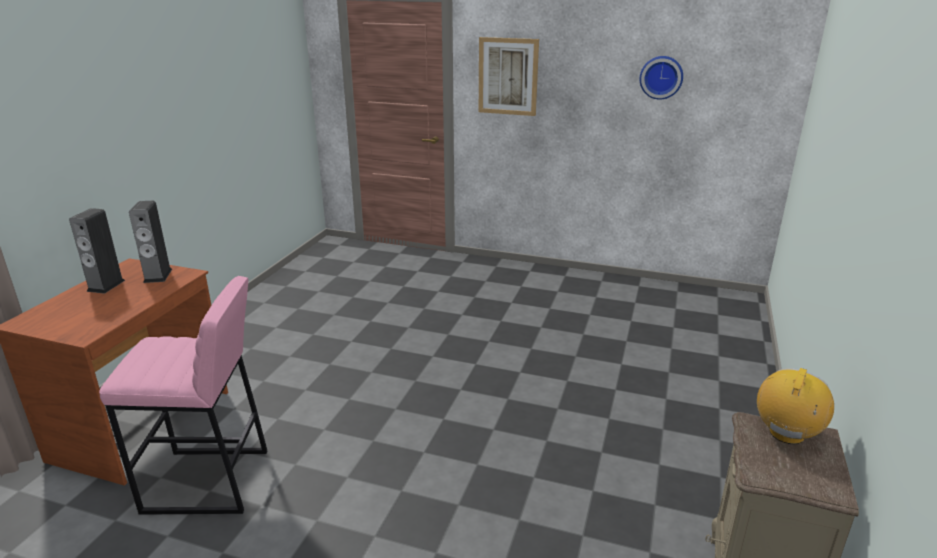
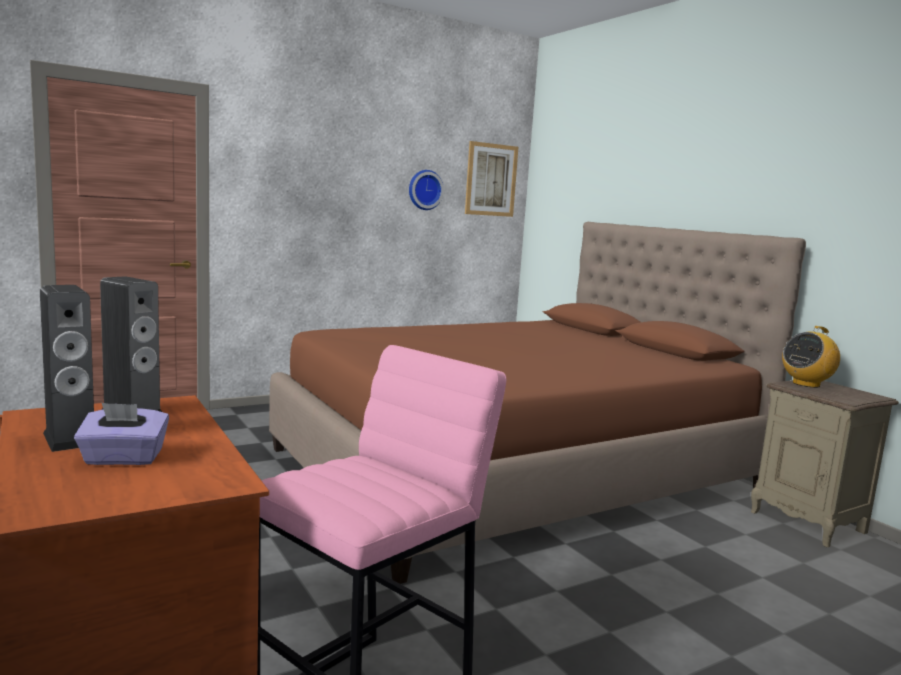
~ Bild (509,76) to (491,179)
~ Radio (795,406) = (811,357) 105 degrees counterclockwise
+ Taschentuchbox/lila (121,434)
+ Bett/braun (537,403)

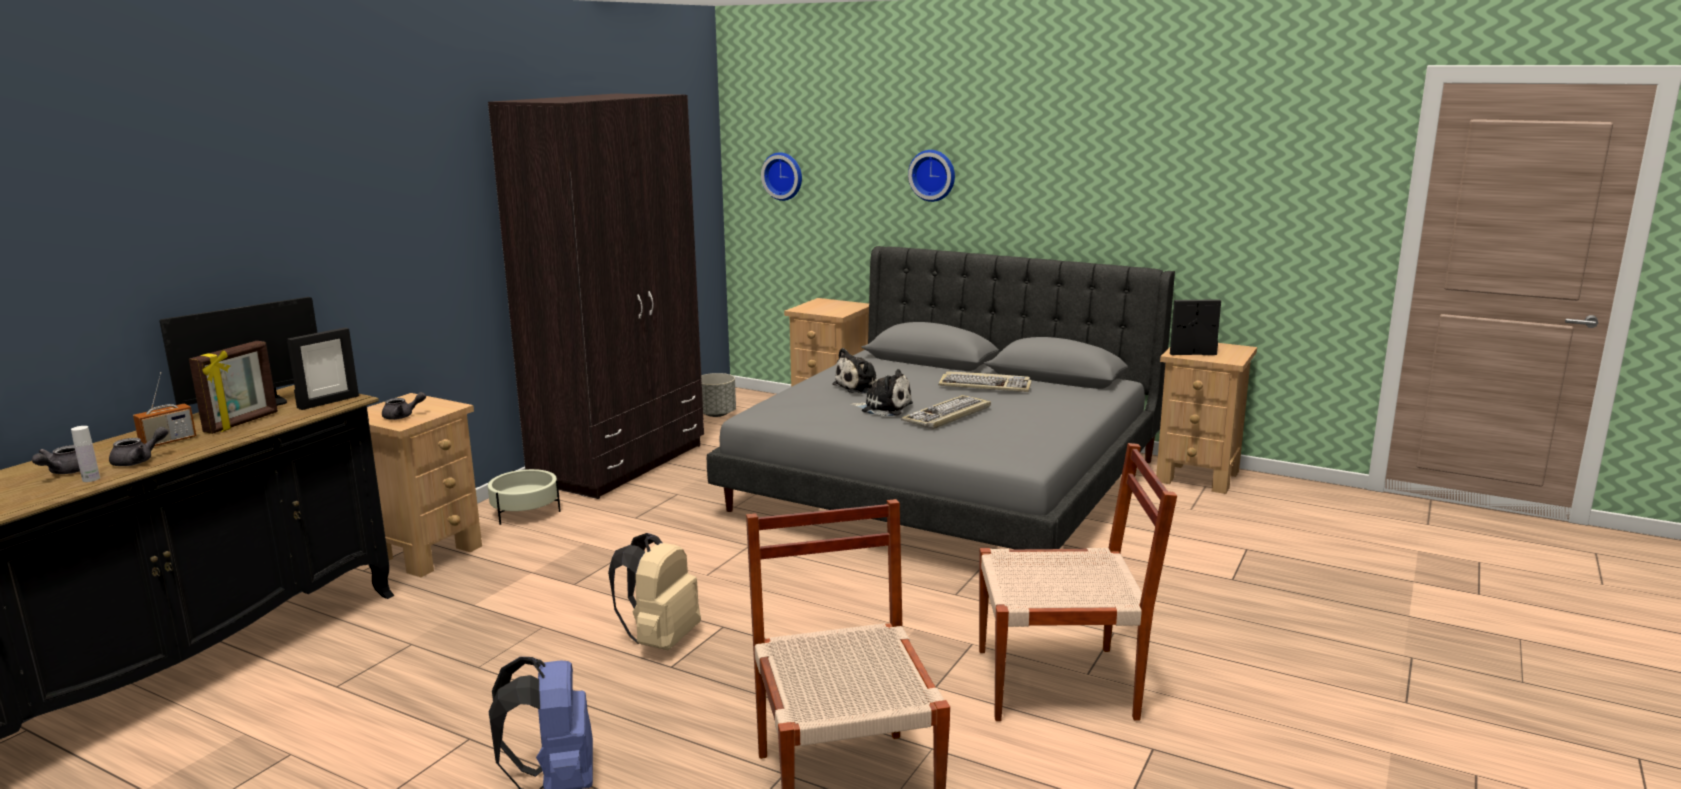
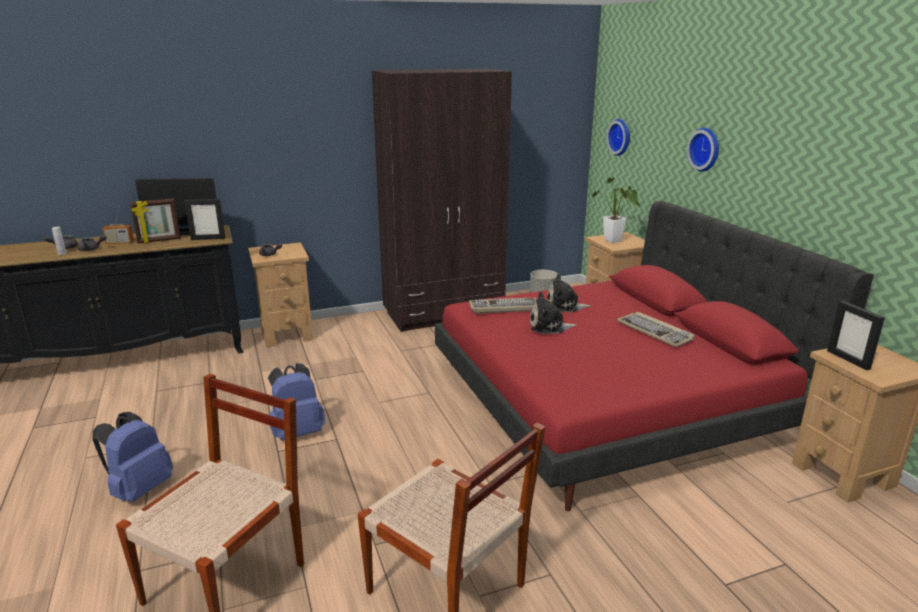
- Pflanzkübel/beige (524,497)
~ Rucksack/beige (654,591) to Rucksack/blau (296,402)
~ Bett/grau (941,397) to Bett/rot (654,356)
~ Plüschtier (882,392) = (553,313) 120 degrees clockwise
~ Tastatur (946,412) to (503,306)
~ Bilderrahmen (1195,327) = (856,335) 150 degrees counterclockwise
+ Topfpflanze (616,210)

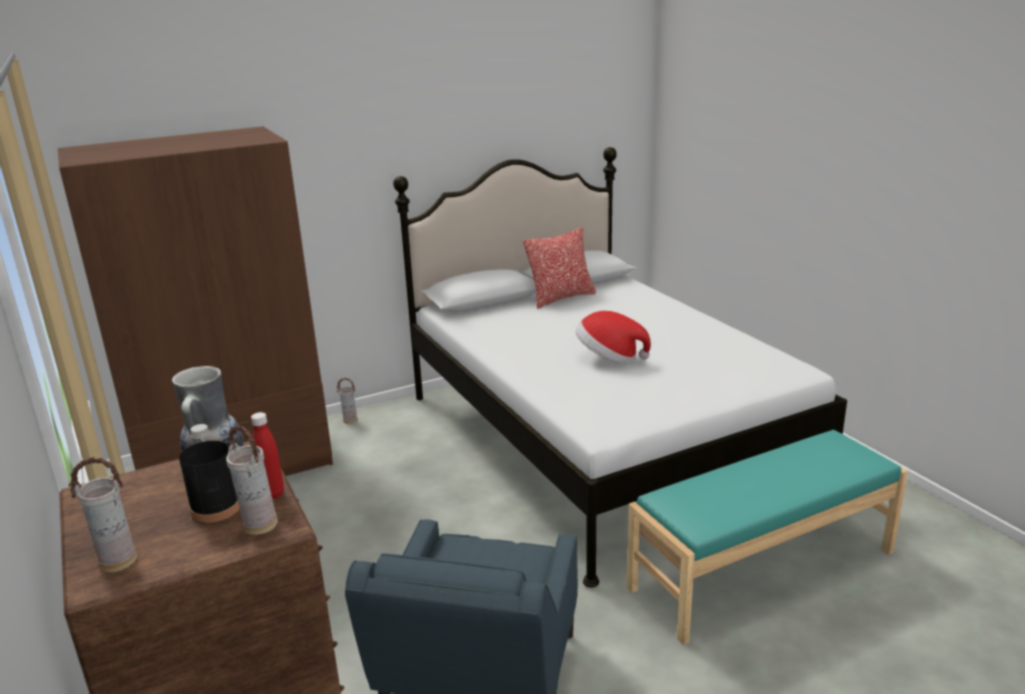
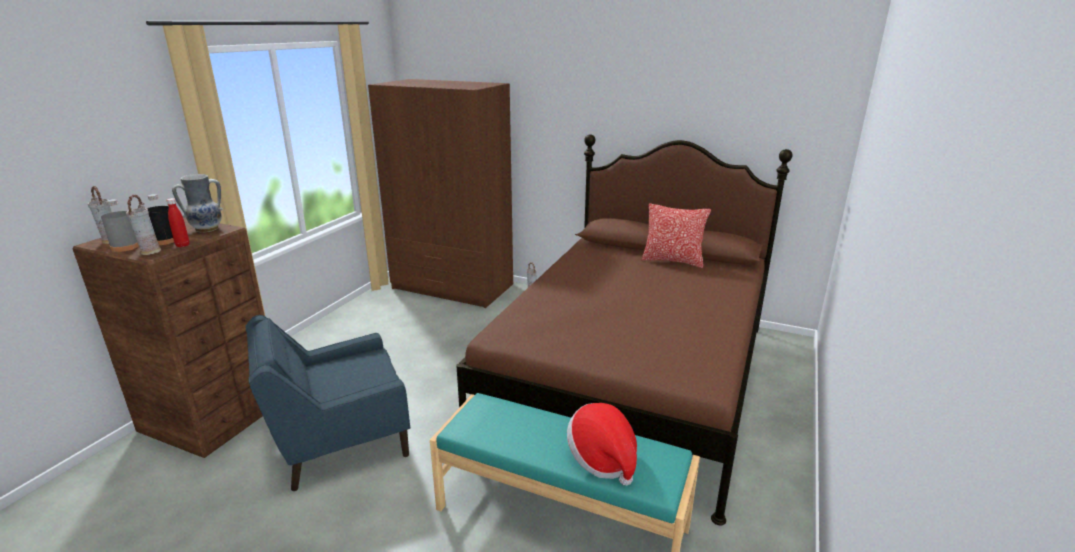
~ Bett/weiß (620,367) to Bett/braun (624,330)
~ Hut (613,337) to (602,444)
+ Flasche/grau (120,225)

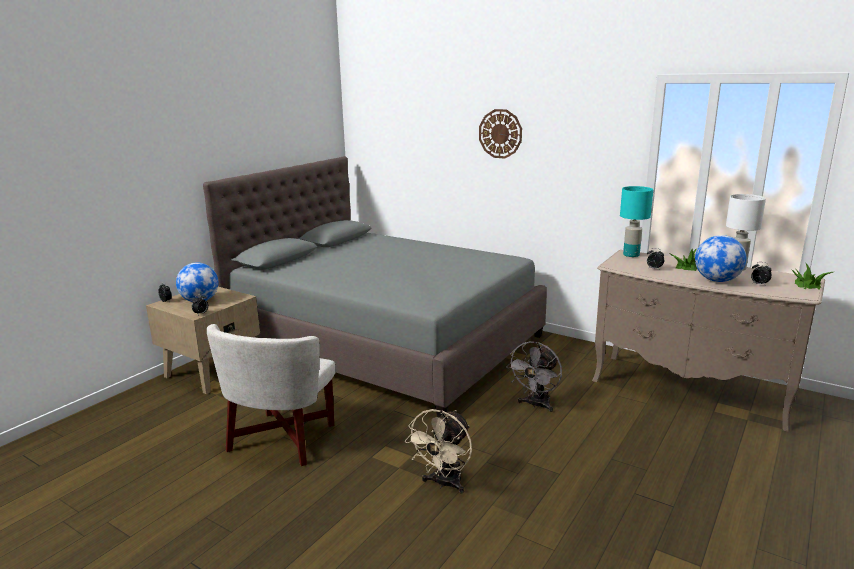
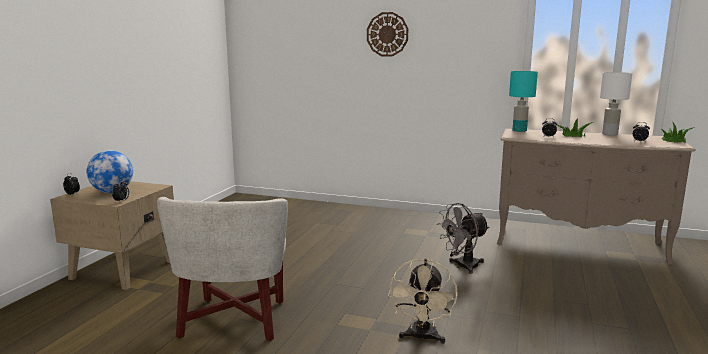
- Bett/grau (375,287)
~ Ventilator/grau (534,376) = (463,238) 45 degrees clockwise
- Globus (720,258)

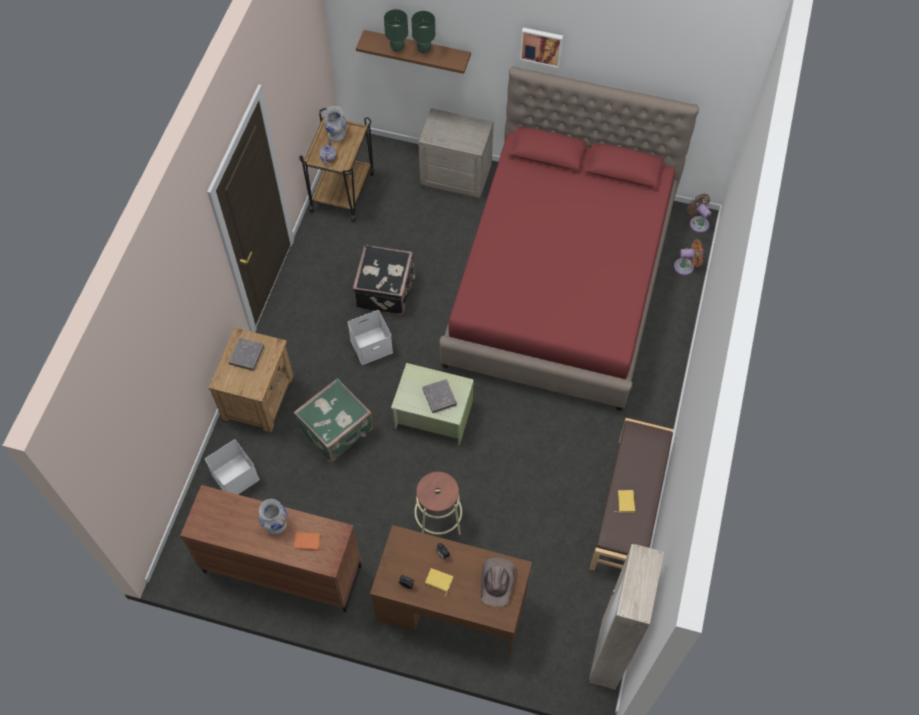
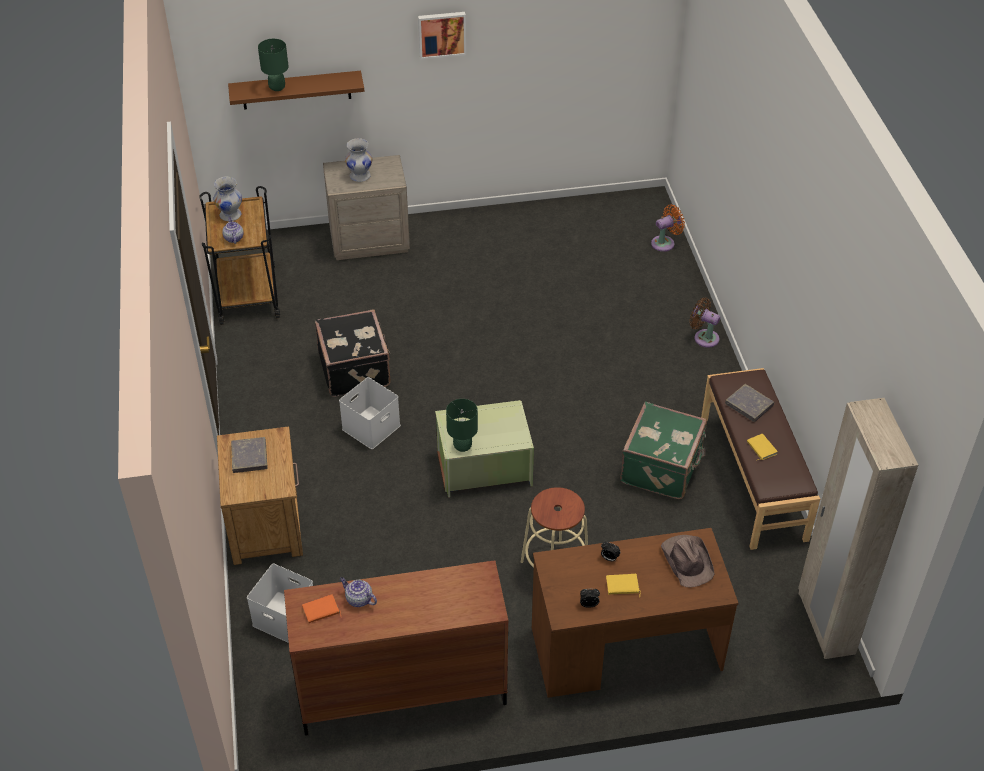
~ Vase/weiß (273,516) to (358,160)
~ Koffer/grün (333,420) to (663,450)
~ Buch/orange (307,544) to (322,608)
~ Tischlampe/grün (423,32) to (462,425)
~ Buch/grau (439,396) to (749,403)
- Bett/rot (569,238)
~ Ventilator/braun (699,213) to (705,322)
+ Teekanne (358,592)

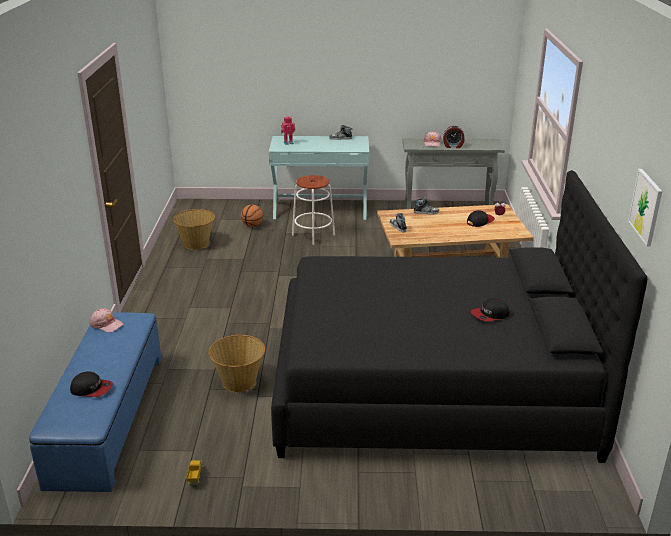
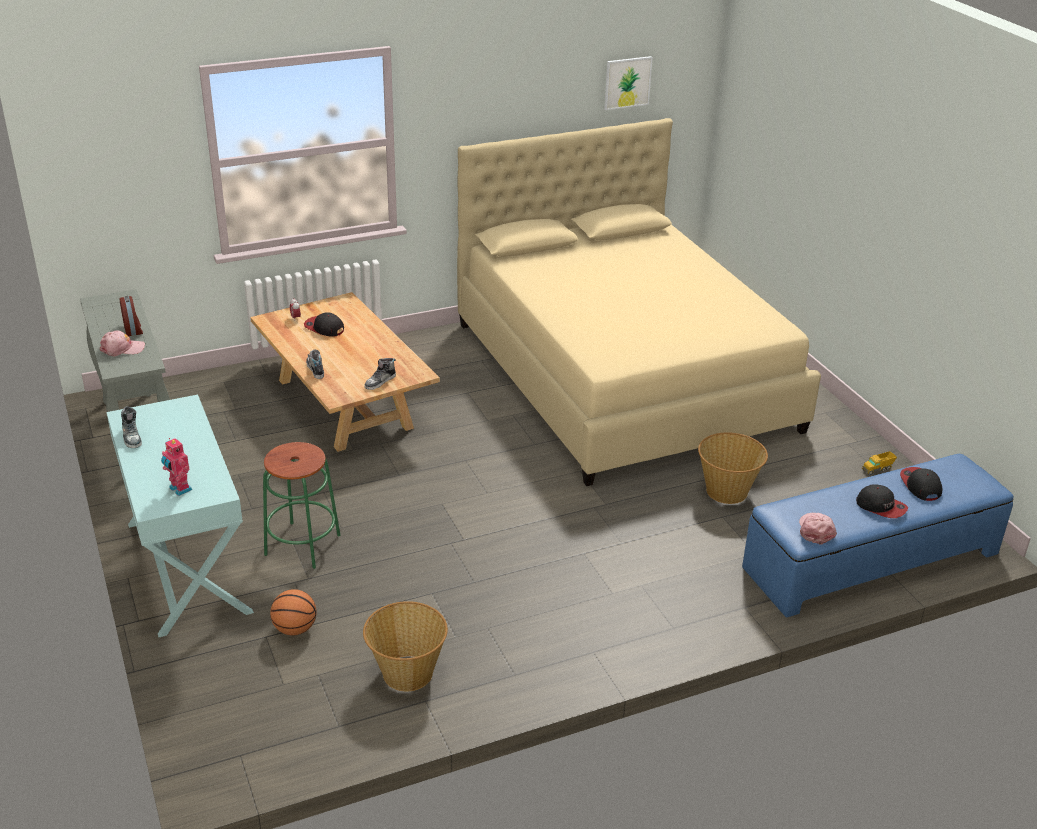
~ Bett/schwarz (459,316) to Bett/beige (639,302)
~ Hocker/weiß (313,210) to Hocker/grün (302,505)
~ Kappe (490,309) to (882,501)

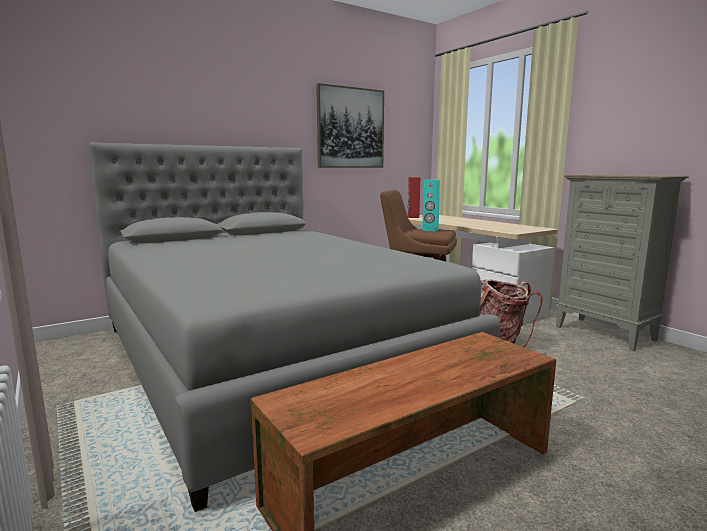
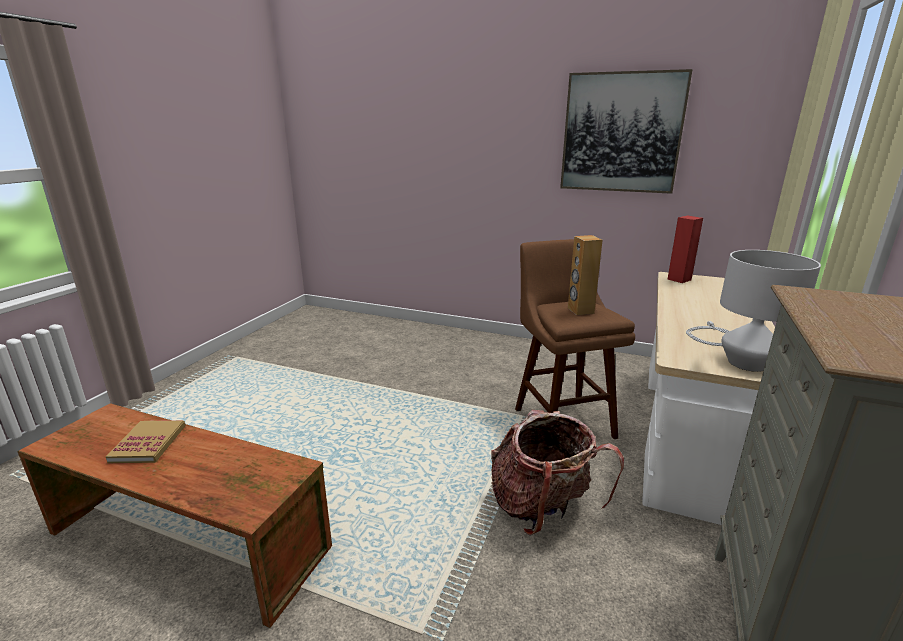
- Bett/grau (294,327)
~ Lautsprecher/türkis (431,205) to Lautsprecher/braun (585,275)
+ Buch (146,441)
+ Tischlampe/grau (753,311)

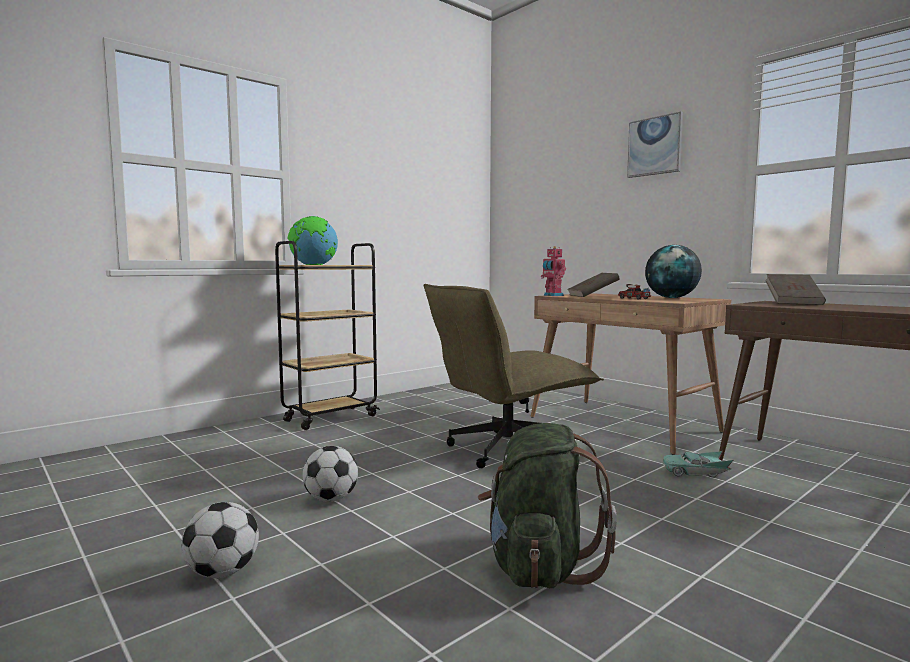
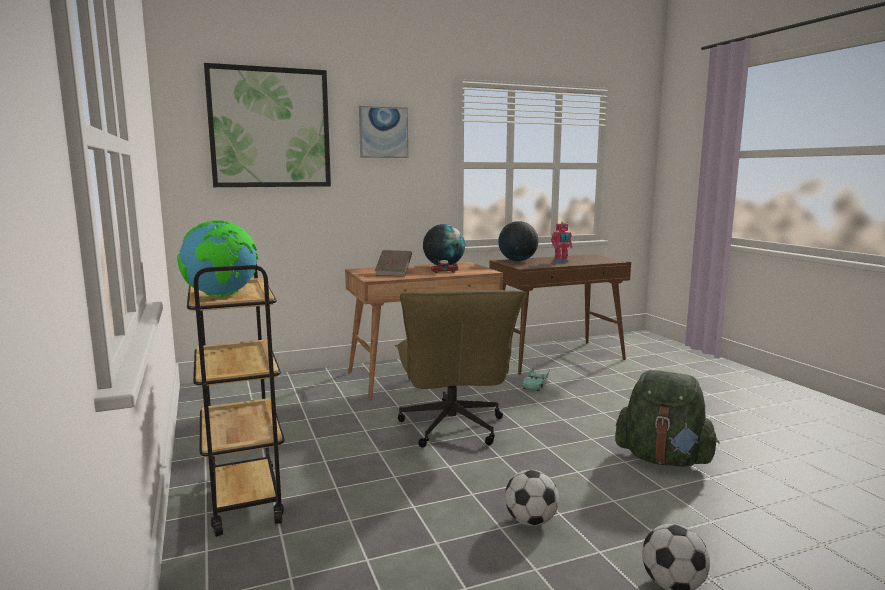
~ Spielzeugroboter (553,271) to (562,242)
~ Buch/braun (796,289) to Globus (518,241)
+ Bild (267,125)

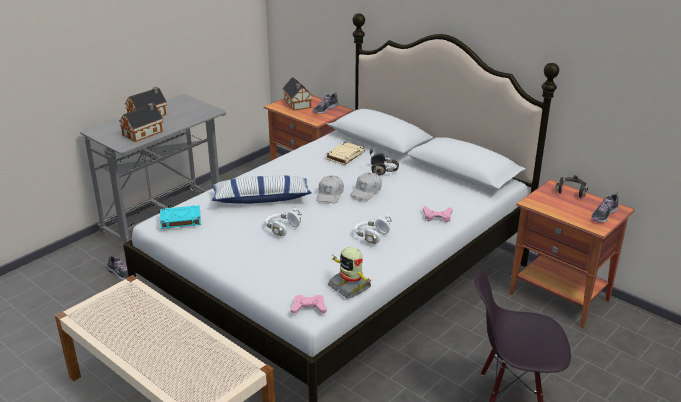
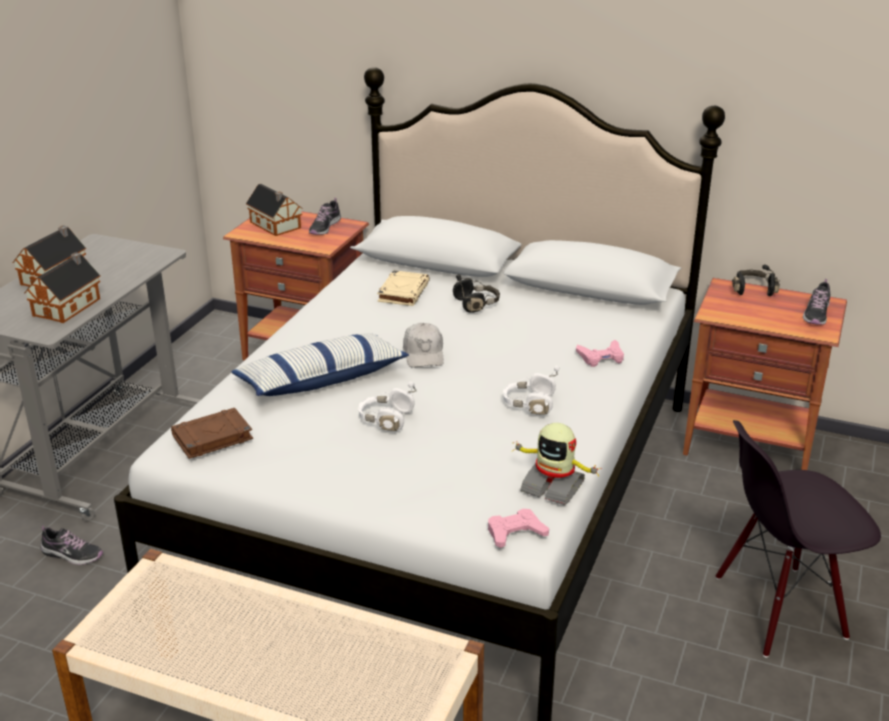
~ Buch/türkis (180,217) to Buch/braun (212,433)
- Kappe/weiß (366,186)

